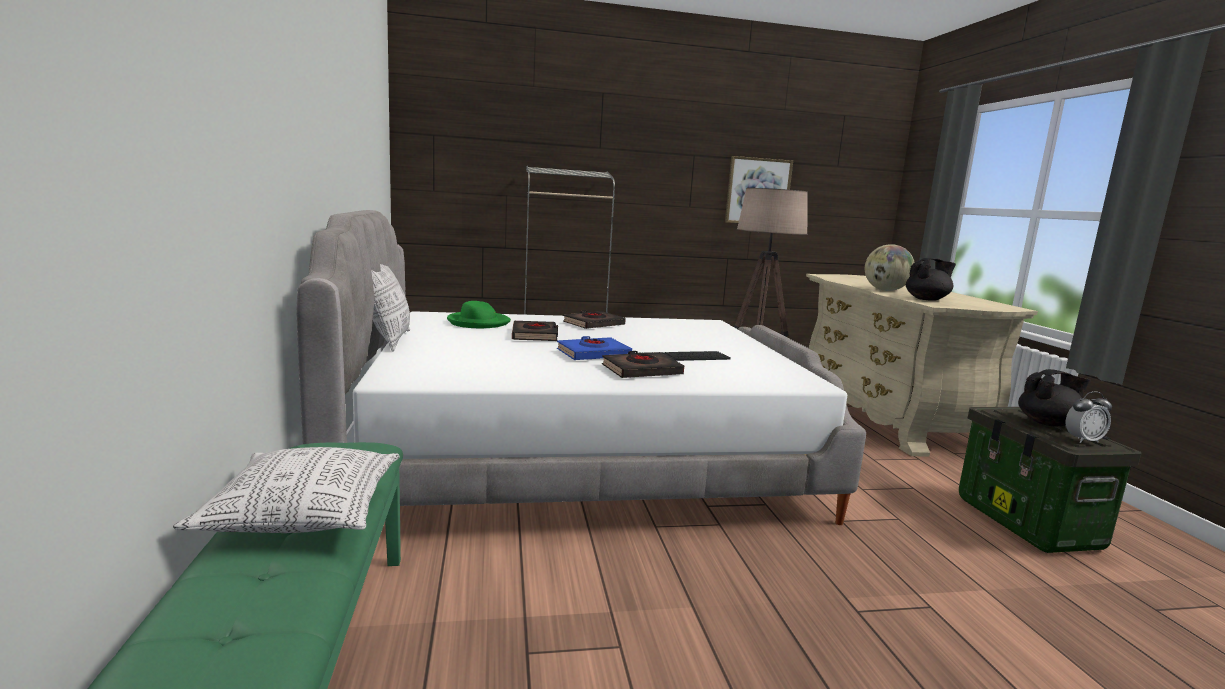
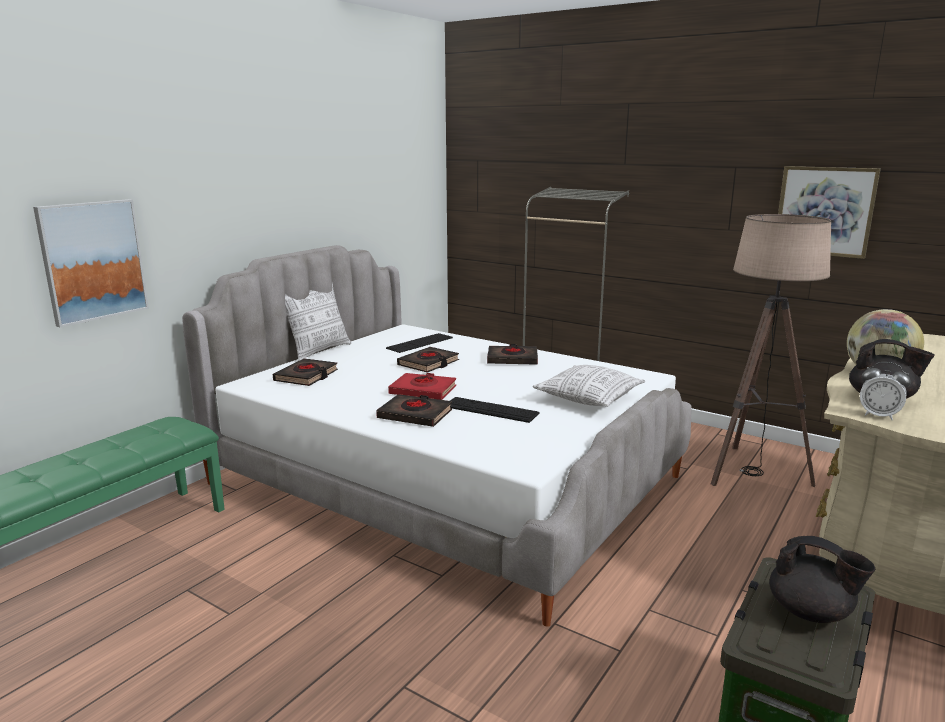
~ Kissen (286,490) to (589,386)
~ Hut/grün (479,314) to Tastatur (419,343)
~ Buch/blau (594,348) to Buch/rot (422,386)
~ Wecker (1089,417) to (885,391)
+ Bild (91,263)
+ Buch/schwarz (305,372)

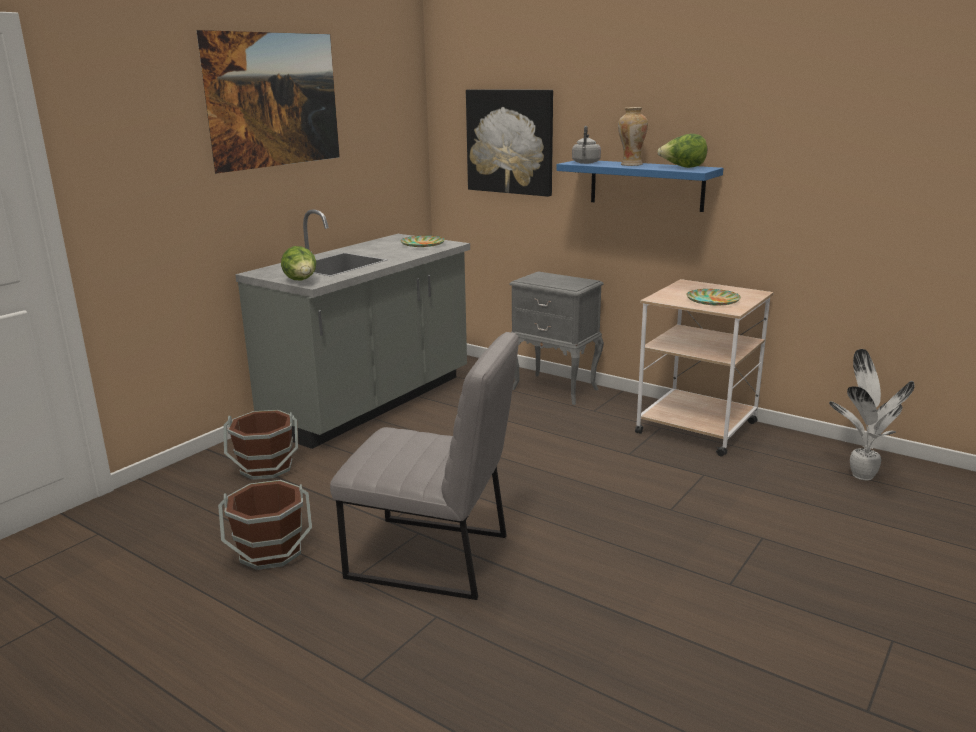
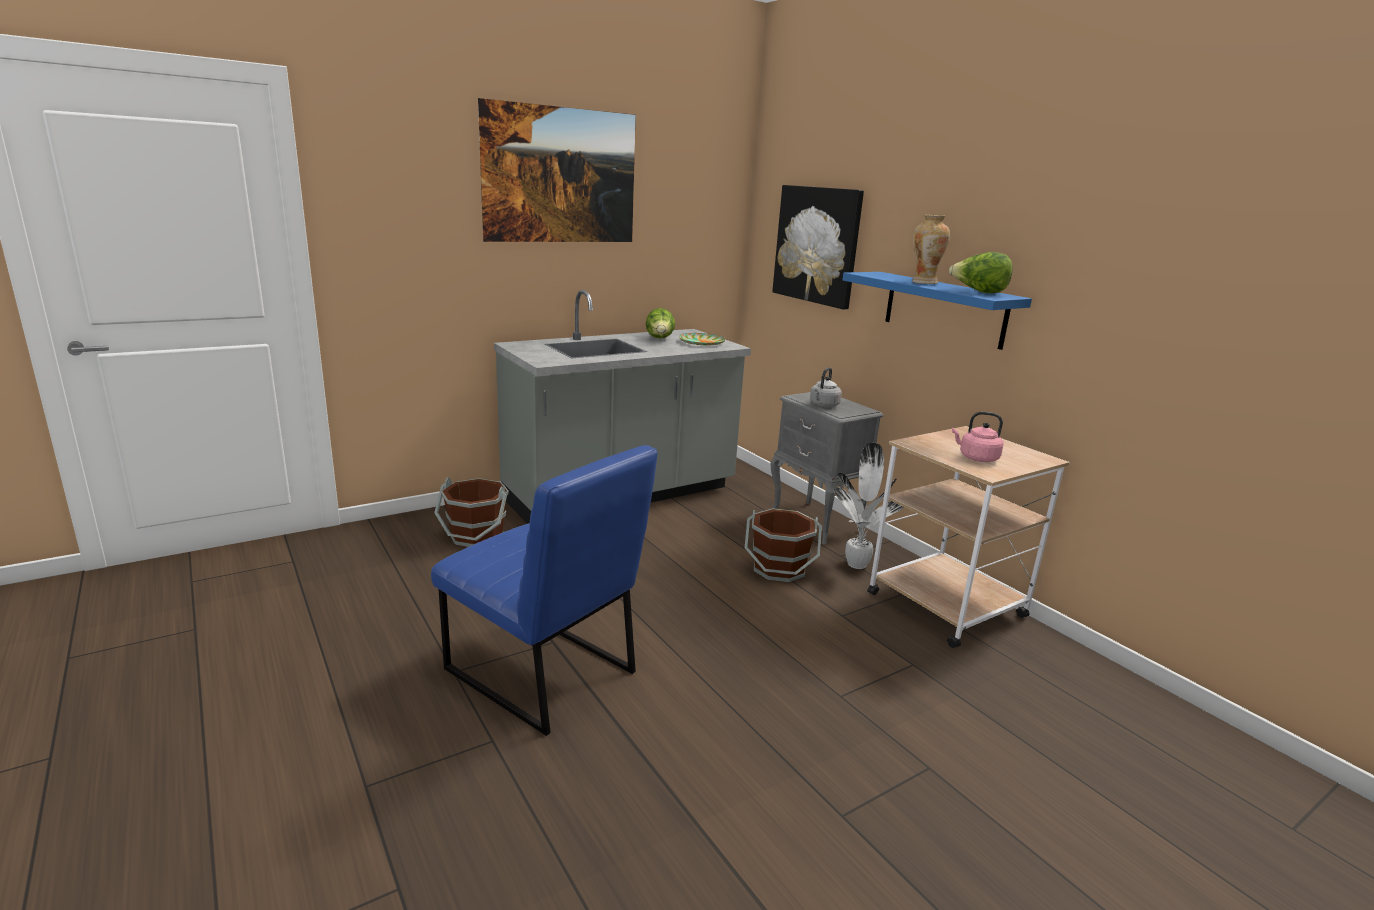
~ Eimer/braun (265,525) to (783,545)
~ Salatkopf (298,263) to (660,323)
~ Stuhl/grau (424,466) to Stuhl/blau (544,590)
~ Wasserkessel/grau (586,145) to (826,387)
~ Teller (714,297) to Wasserkessel/rosa (978,437)
~ Topfpflanze (872,414) to (869,505)

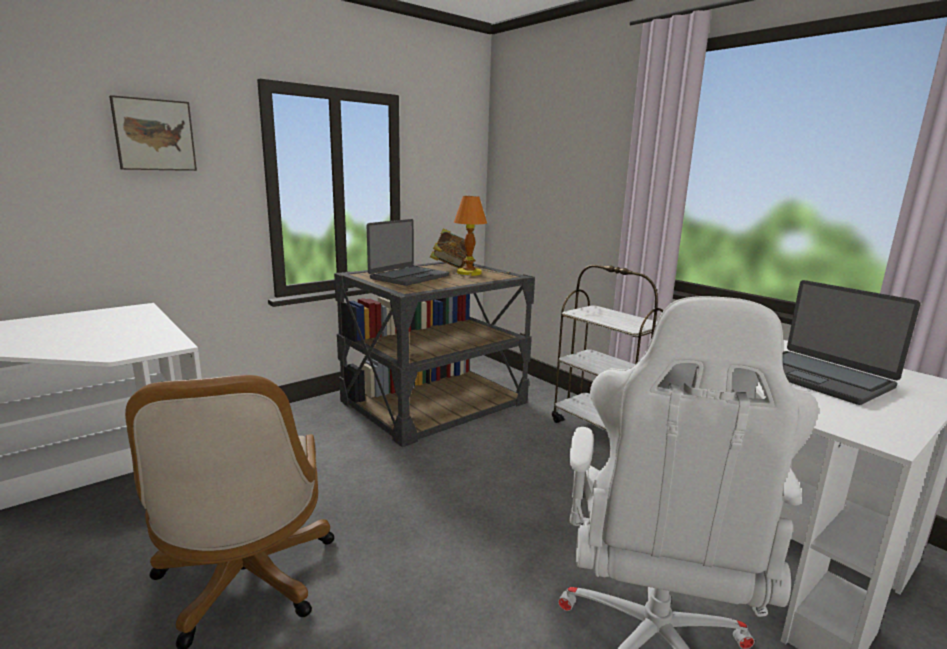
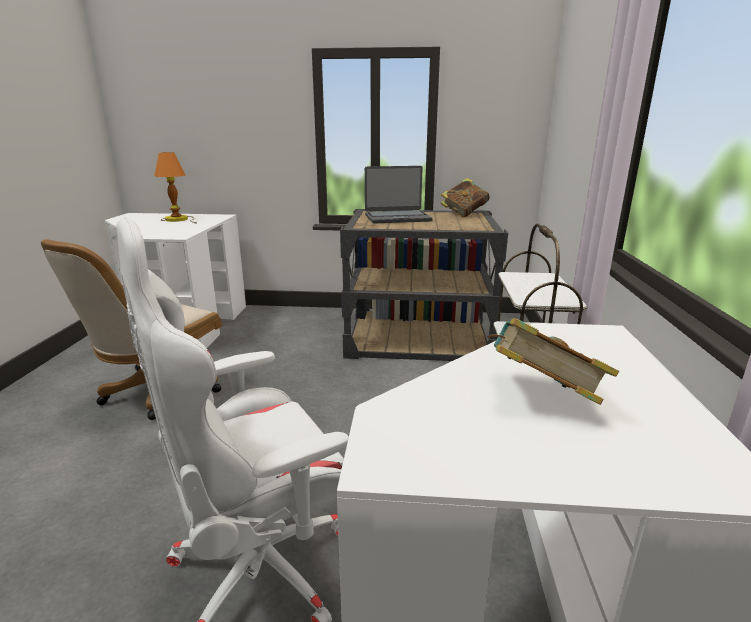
- Bild (153,133)
~ Tischlampe (480,236) to (175,188)
~ Laptop (851,342) to Buch (553,361)

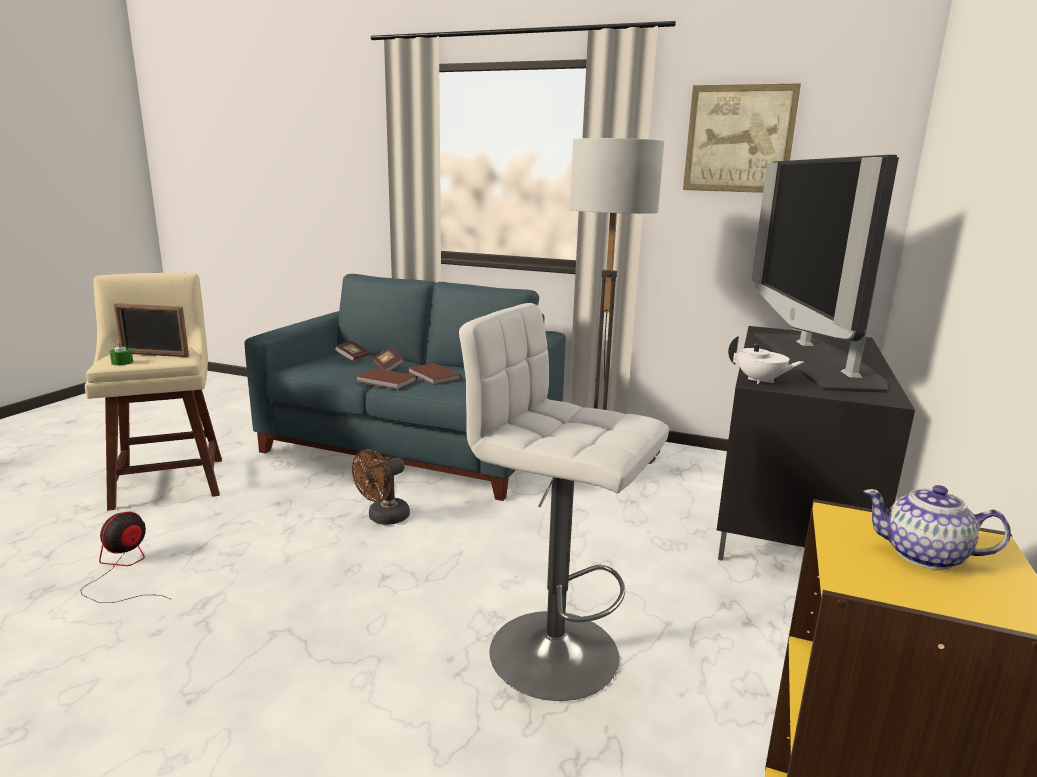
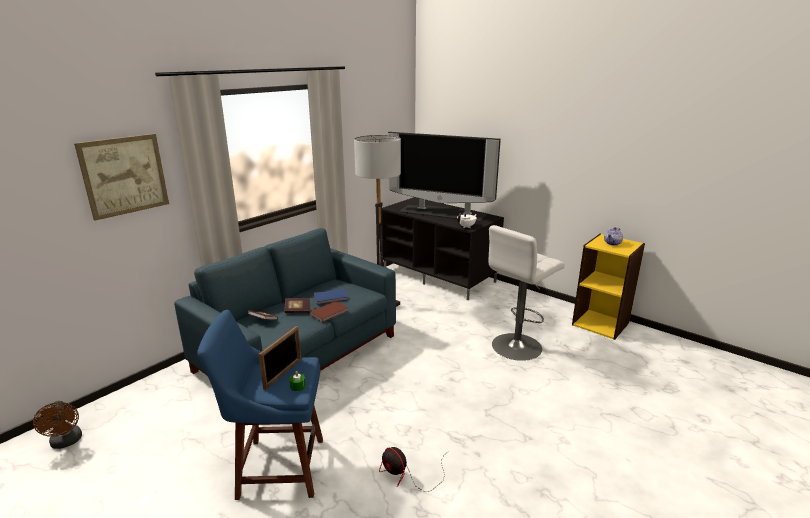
~ Hocker/beige (153,392) to Hocker/blau (260,405)
~ Ventilator/braun (381,487) to (57,425)
~ Buch/braun (434,374) to Buch/blau (330,297)
~ Bild (742,138) to (121,177)

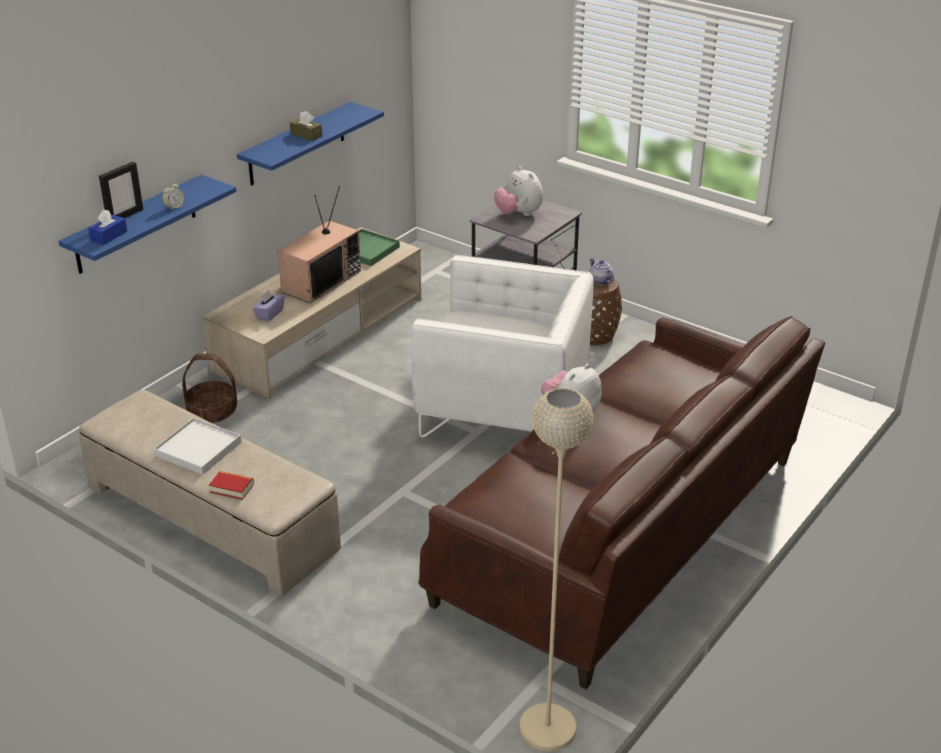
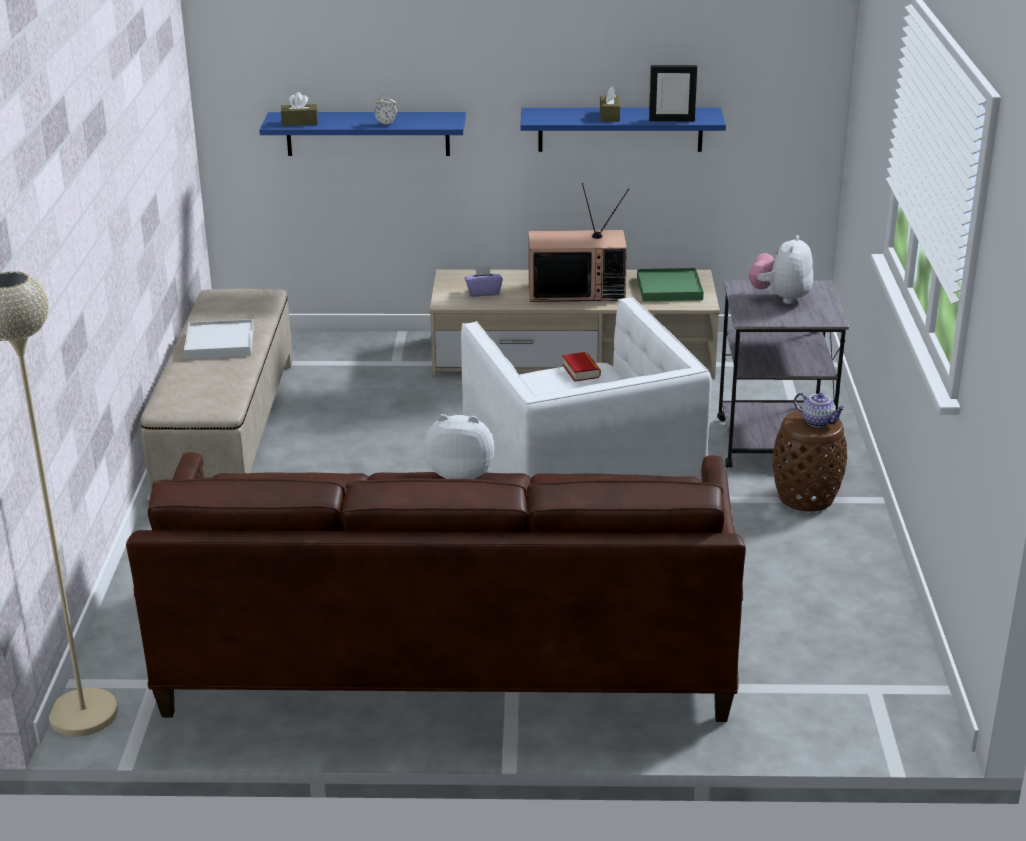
~ Taschentuchbox/blau (107,227) to Taschentuchbox/braun (299,109)
~ Bilderrahmen (121,190) to (673,93)
- Korb (209,388)
~ Buch (231,485) to (581,367)
~ Teekanne (601,271) = (820,410) 105 degrees clockwise

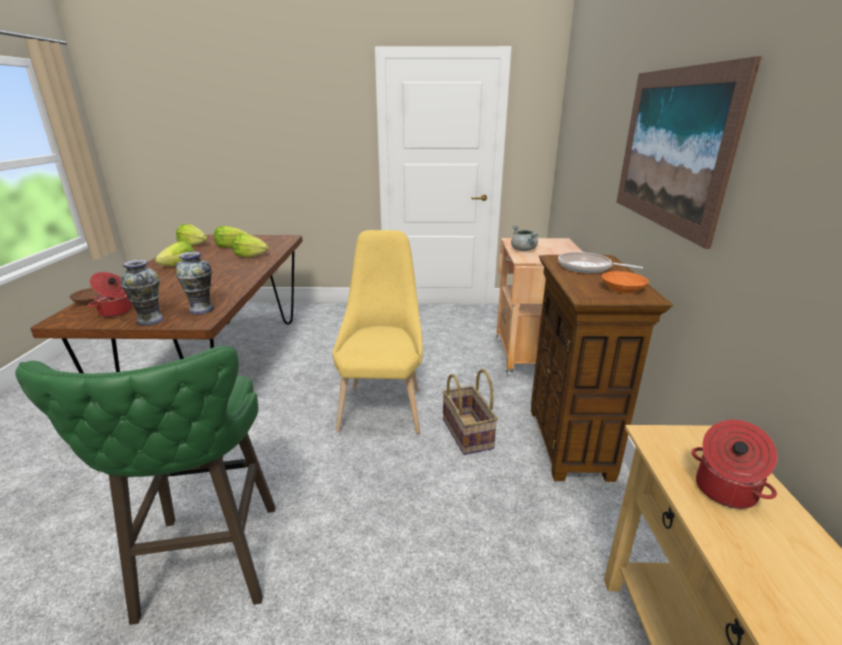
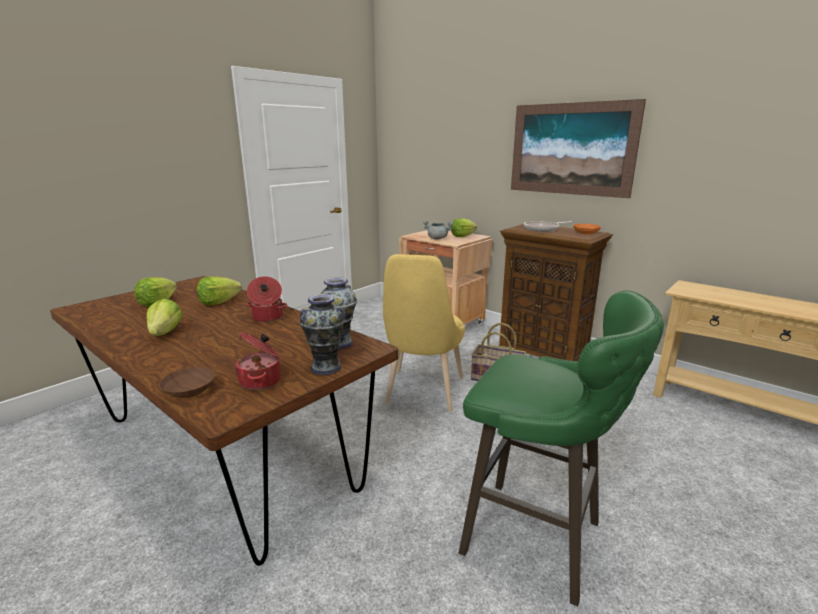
~ Salatkopf (191,235) to (464,227)
~ Stuhl/gelb (377,332) = (424,333) 120 degrees counterclockwise
~ Kochtopf (734,464) to (267,299)

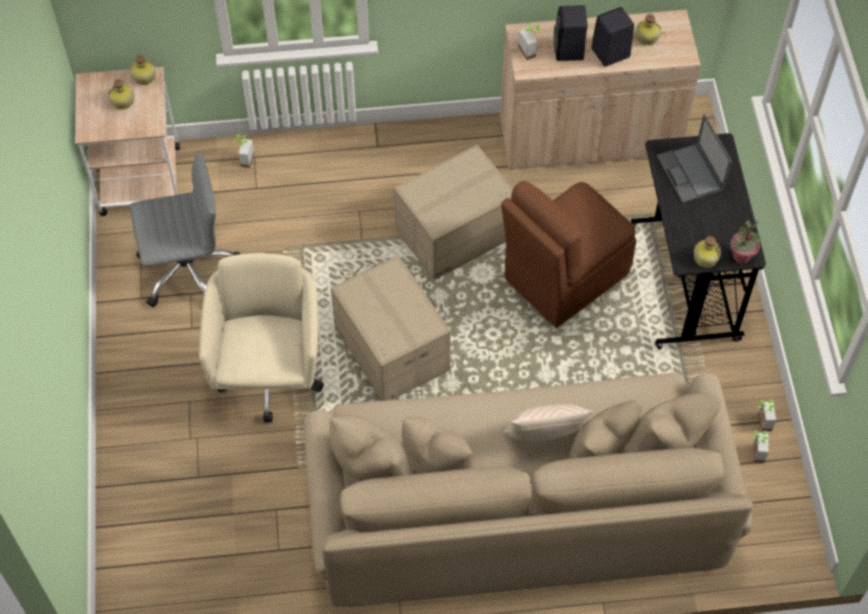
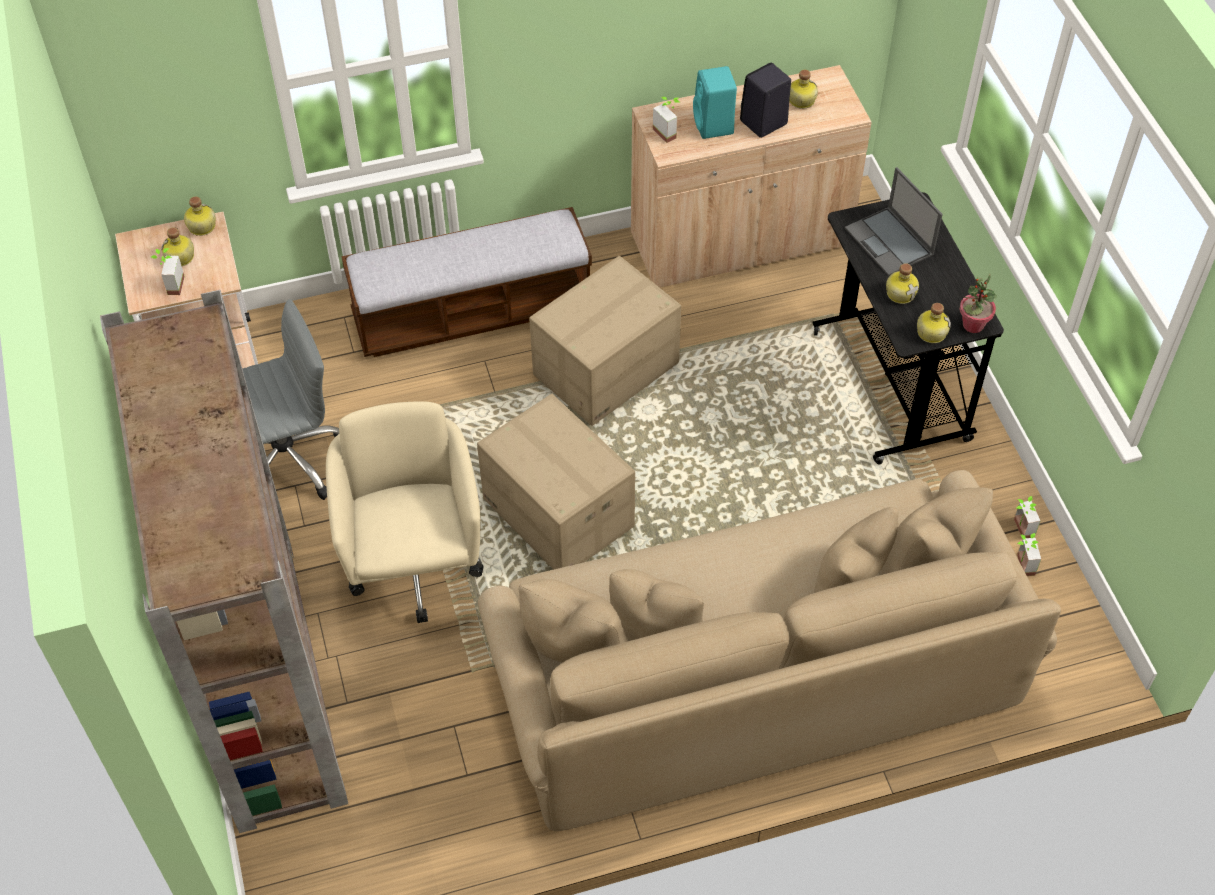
~ Topfpflanze (243,151) to (168,271)
- Stuhl/braun (568,254)
- Kissen/beige (548,423)
~ Lautsprecher/schwarz (571,33) to Lautsprecher/türkis (715,102)
+ Bücherregal/braun (224,561)
+ Bank (466,282)
+ Flasche (902,283)

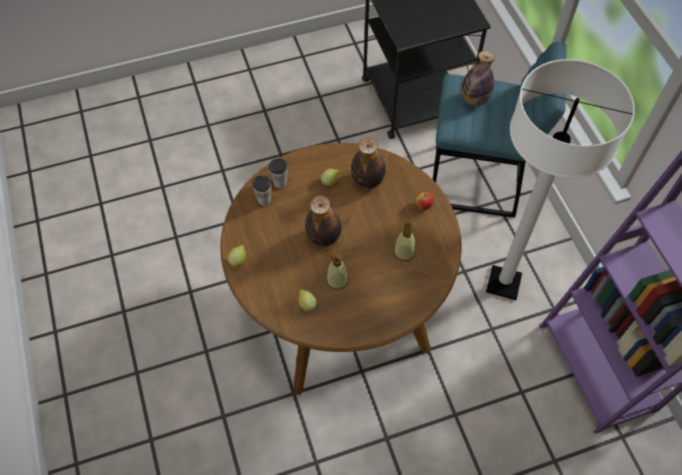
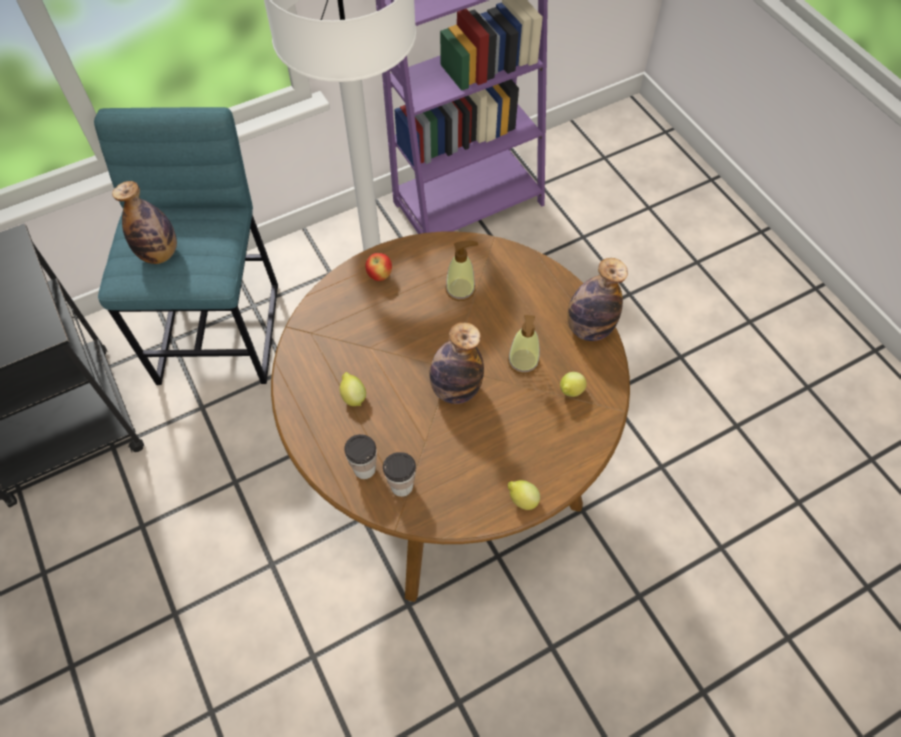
~ Flasche (368,163) to (597,299)

